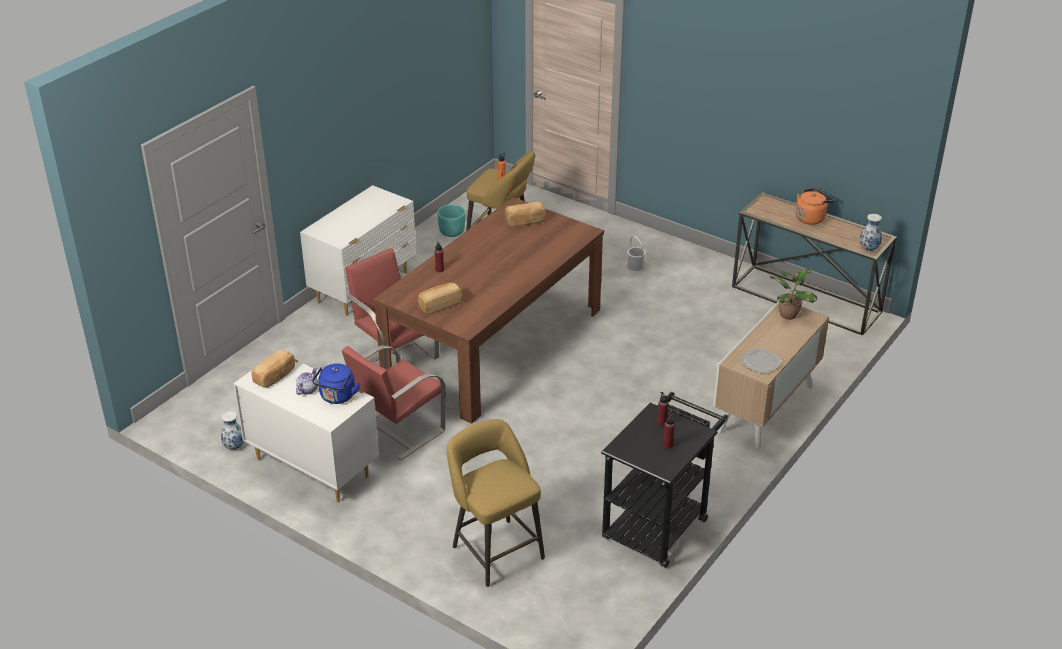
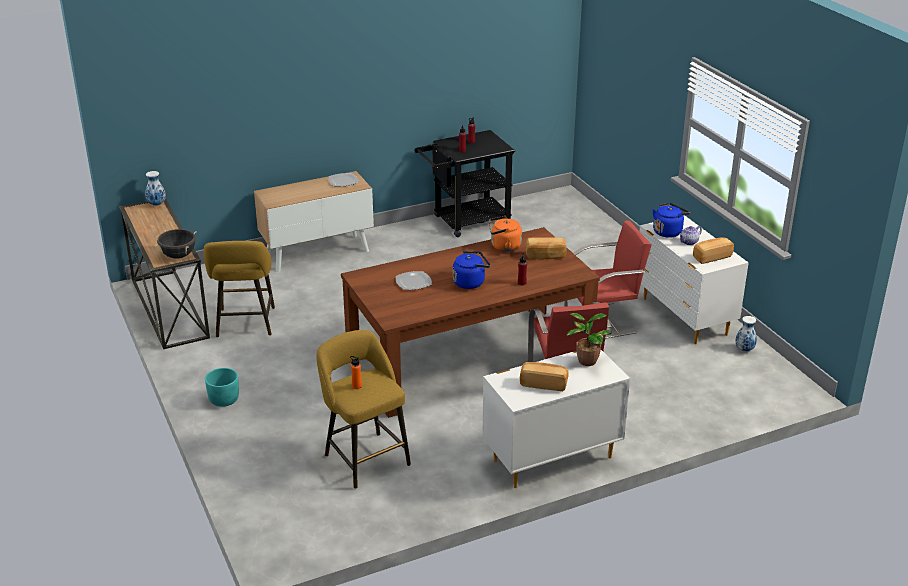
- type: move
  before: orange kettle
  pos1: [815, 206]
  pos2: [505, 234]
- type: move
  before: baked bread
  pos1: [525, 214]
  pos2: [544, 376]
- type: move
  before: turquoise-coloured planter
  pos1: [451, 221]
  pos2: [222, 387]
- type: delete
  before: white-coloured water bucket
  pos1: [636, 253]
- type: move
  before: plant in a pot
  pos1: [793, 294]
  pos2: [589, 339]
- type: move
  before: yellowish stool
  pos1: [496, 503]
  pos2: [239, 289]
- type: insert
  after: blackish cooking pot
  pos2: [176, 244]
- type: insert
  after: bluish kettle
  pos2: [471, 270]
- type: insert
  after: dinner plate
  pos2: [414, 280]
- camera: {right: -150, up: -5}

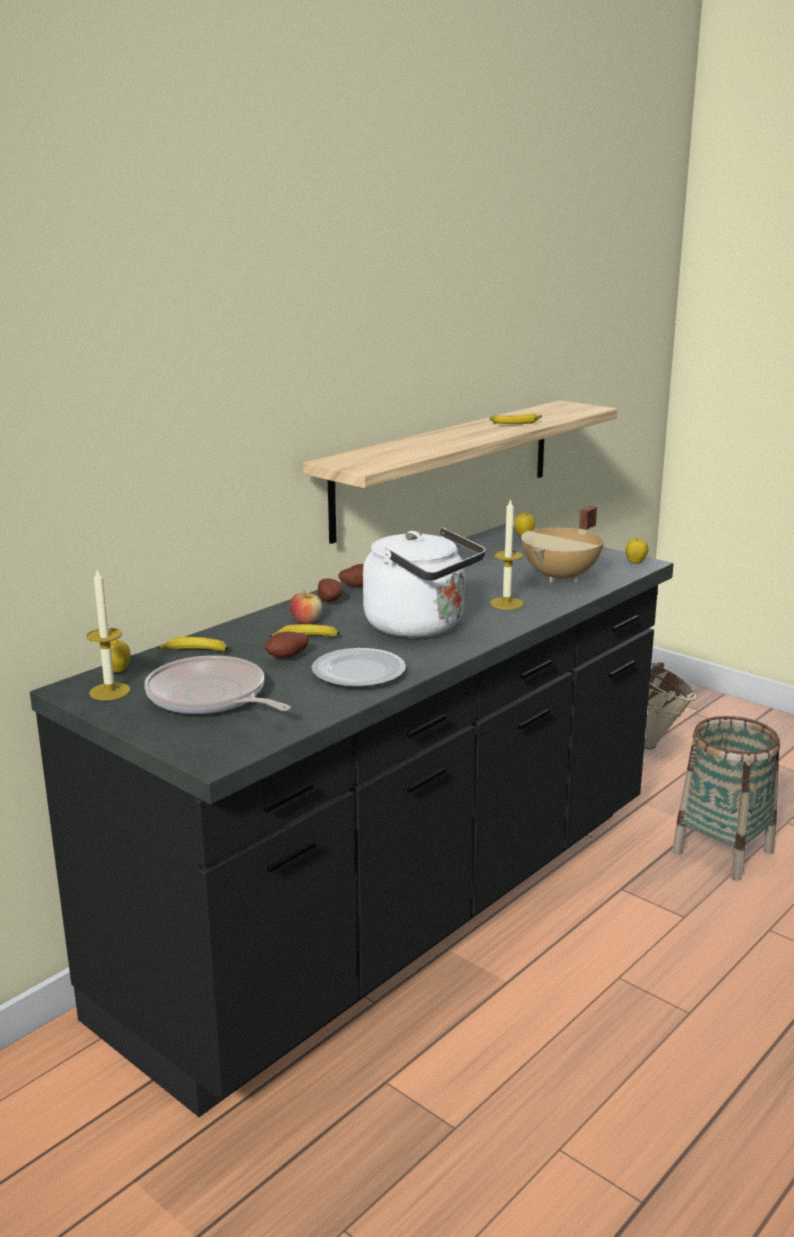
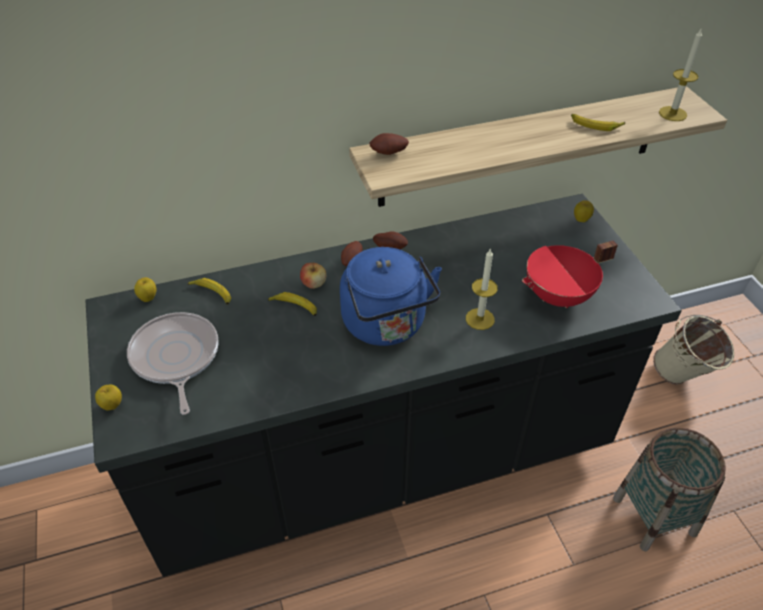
- type: recolor
  before: beige cooking pot
  after: red cooking pot
  pos1: [562, 544]
  pos2: [570, 274]
- type: recolor
  before: white-coloured kettle
  after: bluish kettle
  pos1: [424, 583]
  pos2: [391, 296]
- type: move
  before: apple fruit
  pos1: [636, 550]
  pos2: [108, 398]
- type: move
  before: wax candle
  pos1: [108, 634]
  pos2: [680, 74]
- type: move
  before: whole potato
  pos1: [287, 645]
  pos2: [389, 144]
- type: delete
  before: dinner plate
  pos1: [359, 667]
- camera: {right: 30, up: 25}

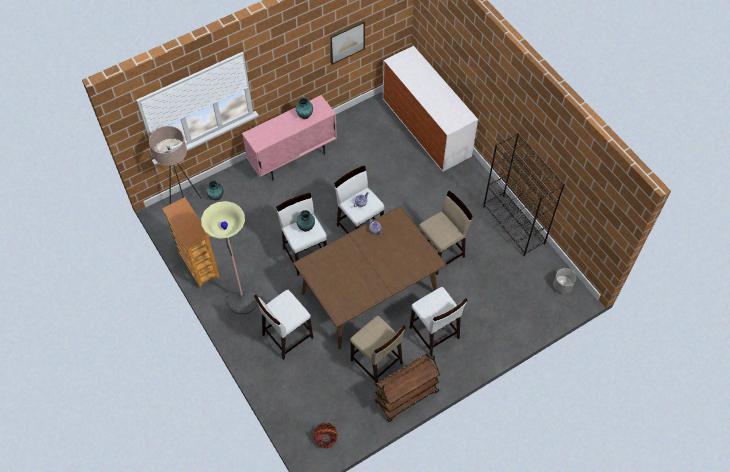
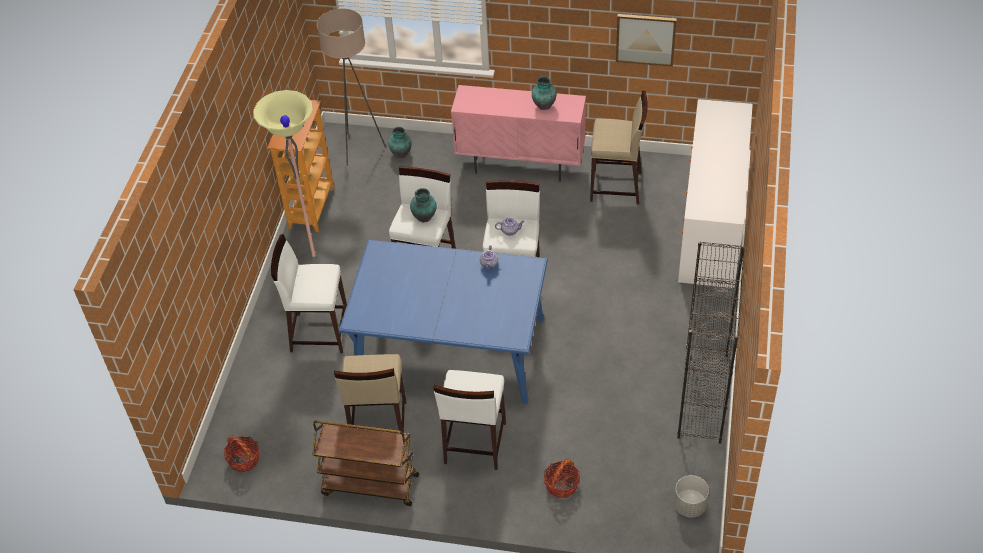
- type: move
  before: beige stool
  pos1: [446, 233]
  pos2: [619, 147]
- type: recolor
  before: brownish dinner table
  after: bluish dinner table
  pos1: [369, 277]
  pos2: [443, 322]
- type: insert
  after: basket
  pos2: [562, 478]
- camera: {right: 45, up: -10}

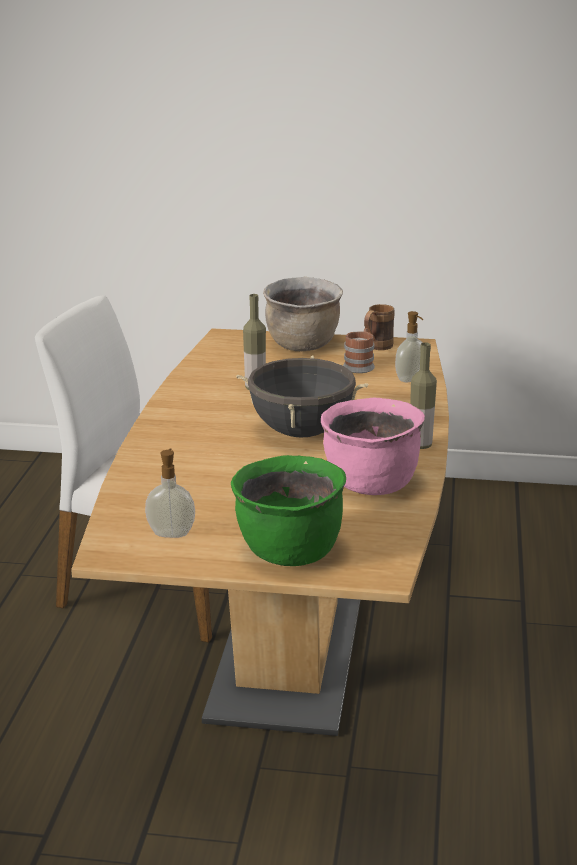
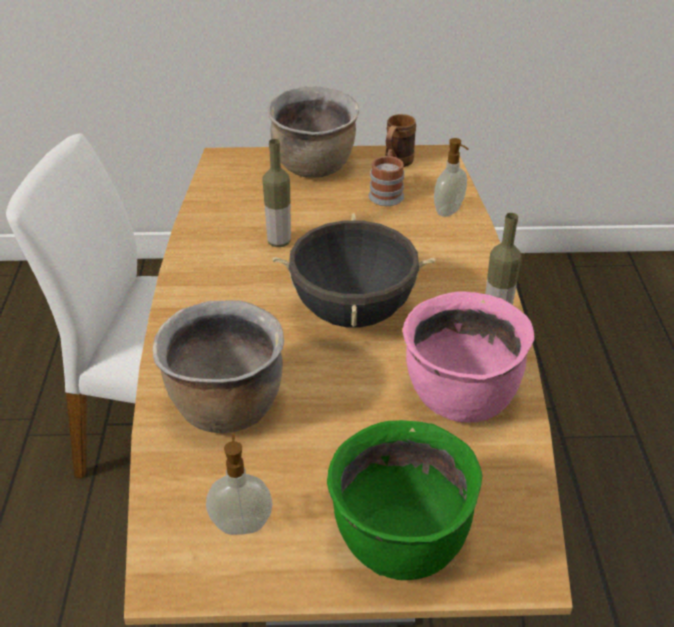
- type: insert
  after: brownish cooking pot
  pos2: [218, 366]
- camera: {right: -10, up: 15}

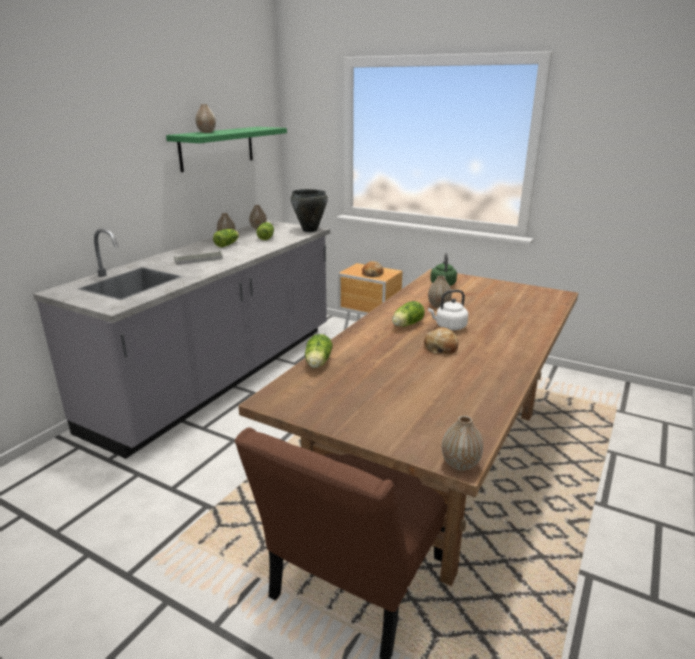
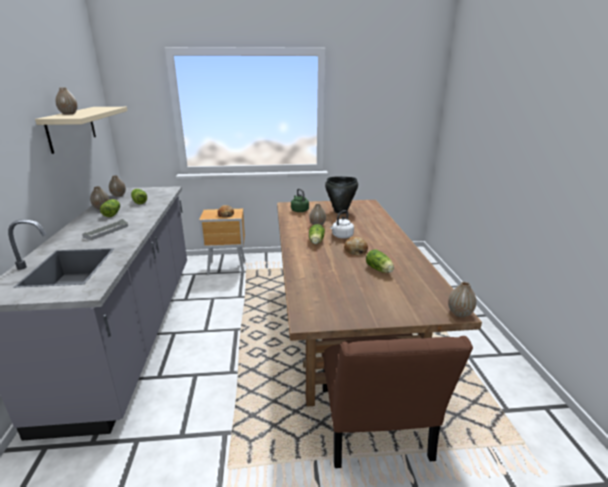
- type: recolor
  before: green shelf
  after: beige shelf
  pos1: [226, 149]
  pos2: [81, 130]
- type: move
  before: blackish cooking pot
  pos1: [309, 210]
  pos2: [341, 195]
- type: move
  before: lettuce head
  pos1: [318, 351]
  pos2: [380, 261]
- camera: {right: -35, up: 0}

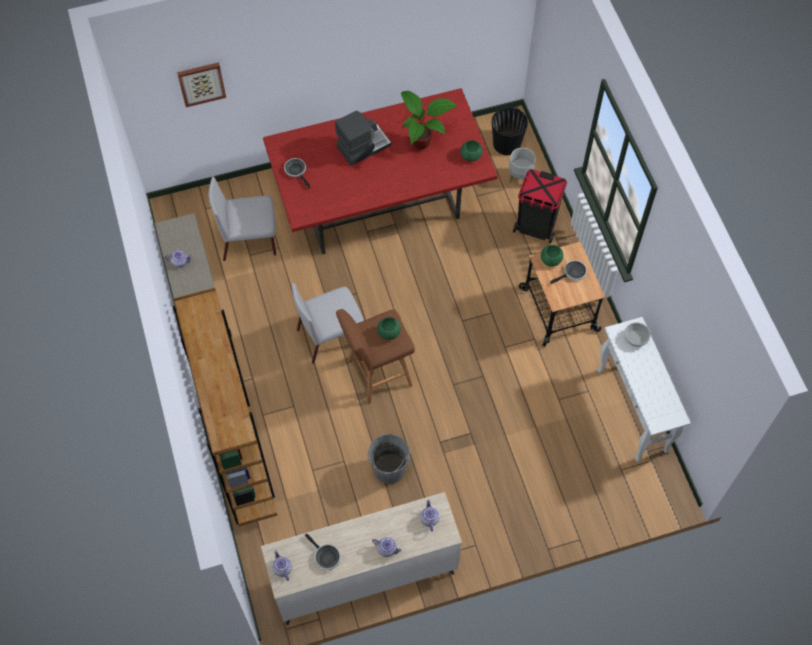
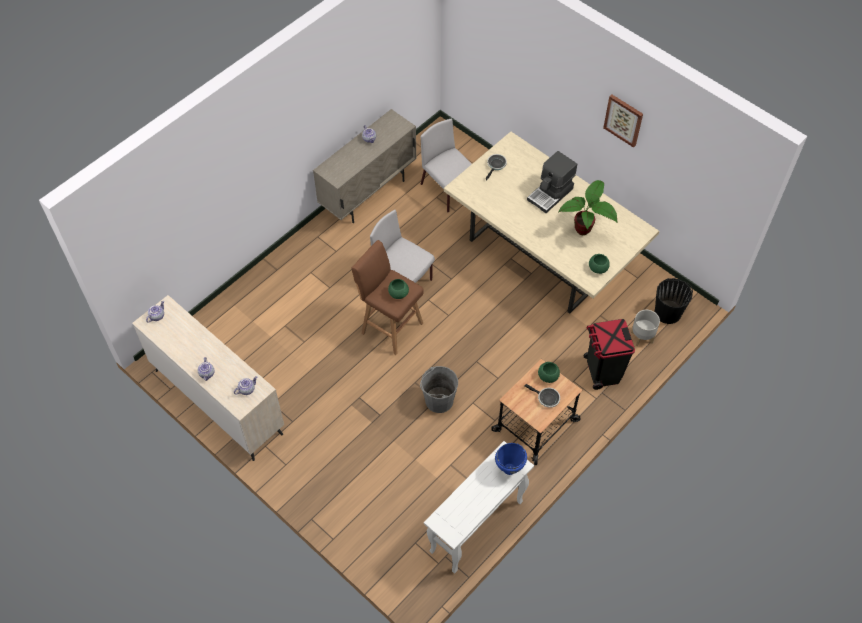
- type: move
  before: wall picture
  pos1: [201, 85]
  pos2: [623, 121]
- type: recolor
  before: red dinner table
  after: beige dinner table
  pos1: [380, 171]
  pos2: [551, 223]
- type: rotate
  before: coffee maker
  pos1: [363, 138]
  pos2: [552, 182]
  turn: 105
- type: delete
  before: brownish bookcase
  pos1: [224, 407]
- type: replace
  before: serving bowl
  after: bluish cooking pot
  pos1: [637, 334]
  pos2: [511, 459]
- type: move
  before: gray water bucket
  pos1: [389, 459]
  pos2: [439, 389]
- type: delete
  before: pan
  pos1: [323, 551]
- camera: {right: 60, up: -5}

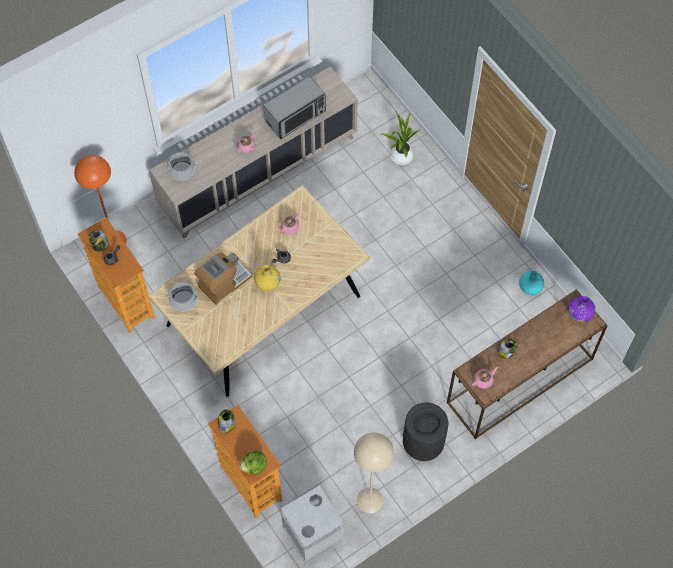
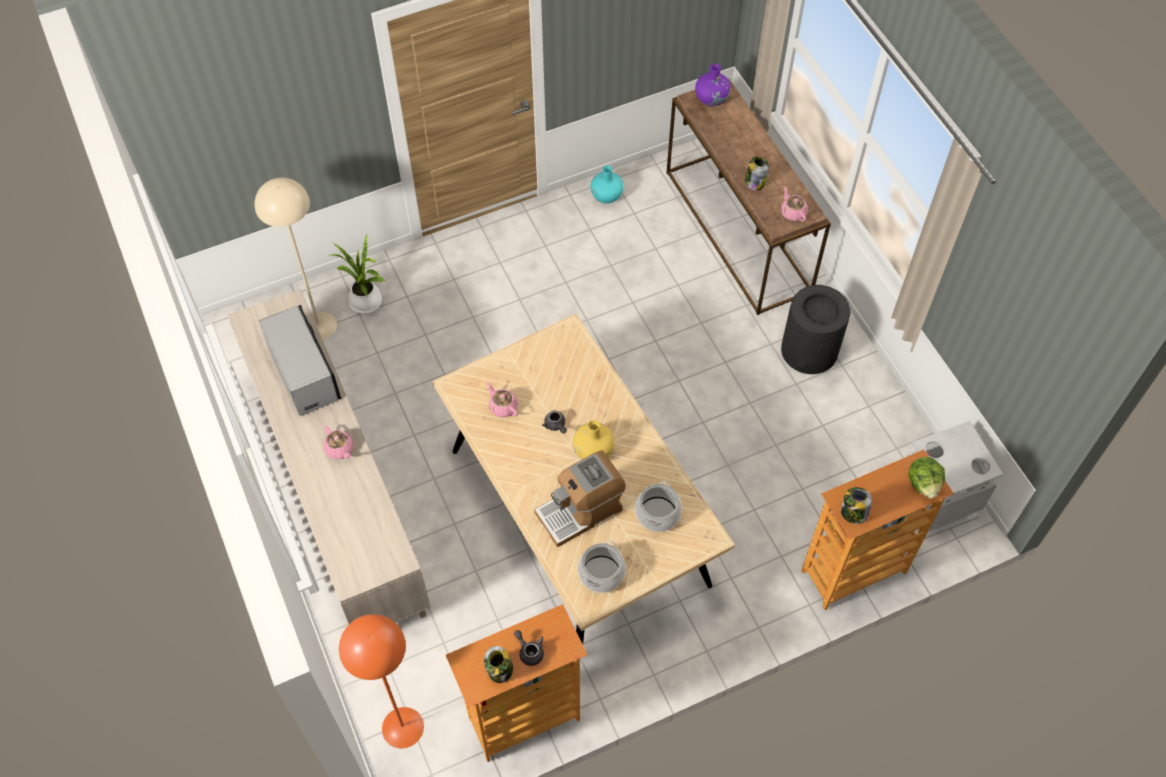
- type: move
  before: cooking pot
  pos1: [180, 166]
  pos2: [658, 506]
- type: rotate
  before: coffee maker
  pos1: [223, 278]
  pos2: [580, 498]
  turn: -90
- type: move
  before: beige floor lamp
  pos1: [374, 472]
  pos2: [296, 259]
- camera: {right: -80, up: -5}

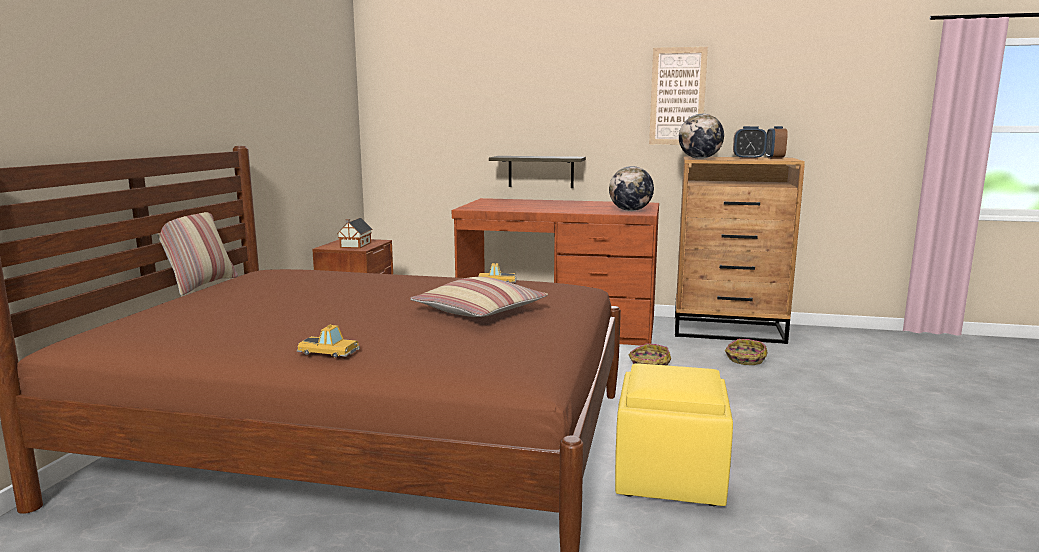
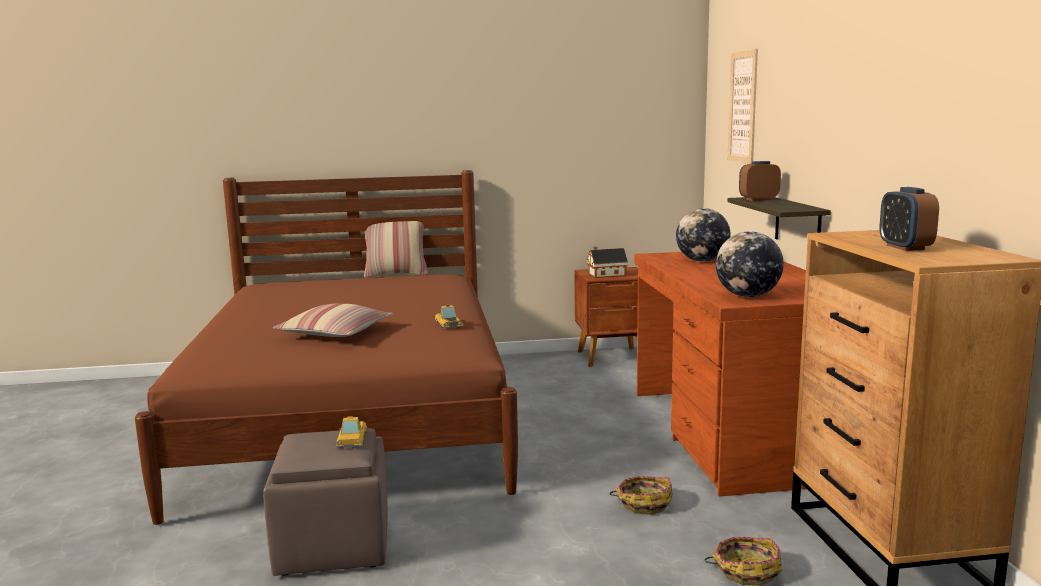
- type: move
  before: wall picture
  pos1: [678, 96]
  pos2: [742, 106]
- type: move
  before: desk globe
  pos1: [701, 136]
  pos2: [703, 235]
- type: move
  before: bedside clock
  pos1: [776, 142]
  pos2: [760, 181]
- type: move
  before: miniature car
  pos1: [328, 341]
  pos2: [351, 431]
- type: recolor
  before: yellowish footrest
  after: brownish footrest
  pos1: [674, 434]
  pos2: [325, 502]
- camera: {right: 70, up: 0}

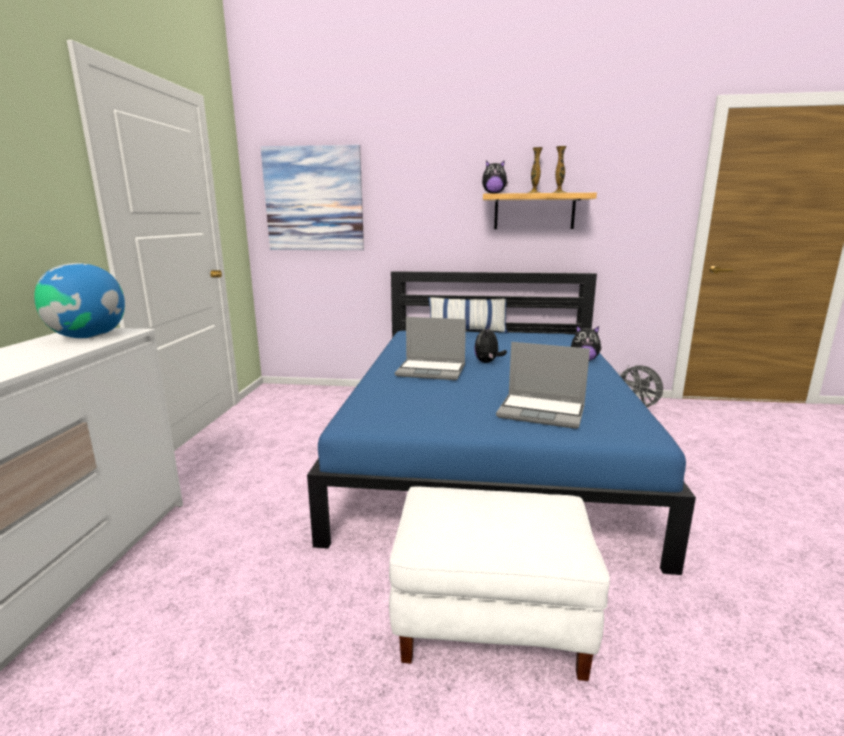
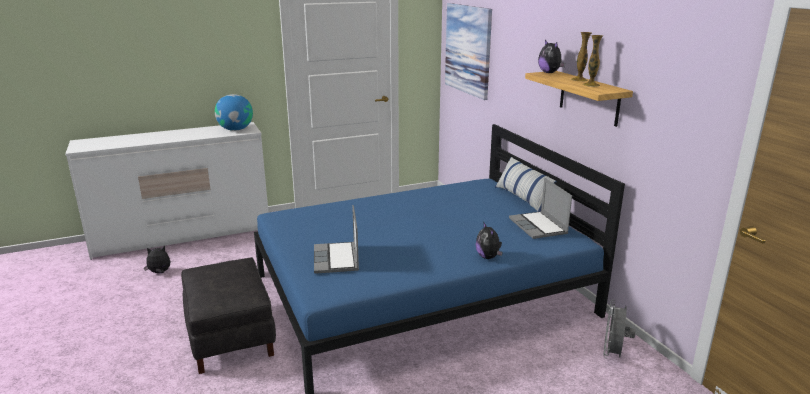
- type: move
  before: notebook computer
  pos1: [430, 348]
  pos2: [540, 208]
- type: move
  before: plush toy
  pos1: [490, 344]
  pos2: [157, 259]
- type: recolor
  before: white-coloured footrest
  after: blackish footrest
  pos1: [499, 583]
  pos2: [228, 315]
- camera: {right: 60, up: 5}

